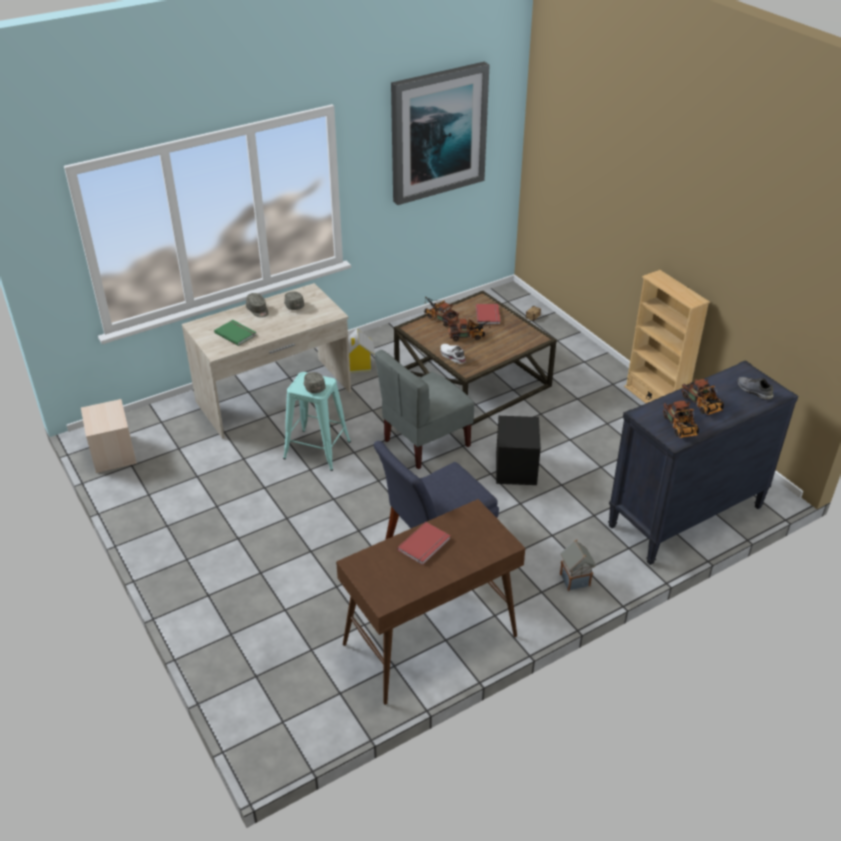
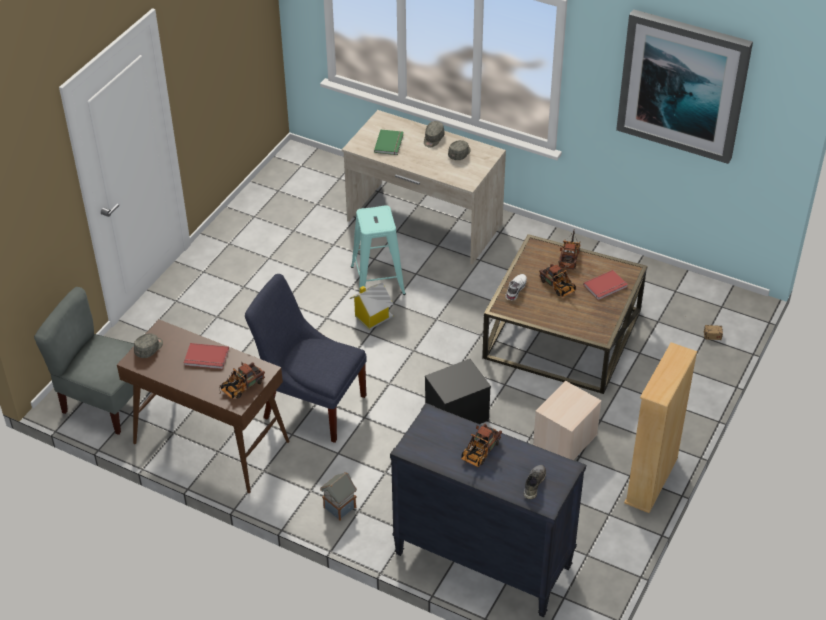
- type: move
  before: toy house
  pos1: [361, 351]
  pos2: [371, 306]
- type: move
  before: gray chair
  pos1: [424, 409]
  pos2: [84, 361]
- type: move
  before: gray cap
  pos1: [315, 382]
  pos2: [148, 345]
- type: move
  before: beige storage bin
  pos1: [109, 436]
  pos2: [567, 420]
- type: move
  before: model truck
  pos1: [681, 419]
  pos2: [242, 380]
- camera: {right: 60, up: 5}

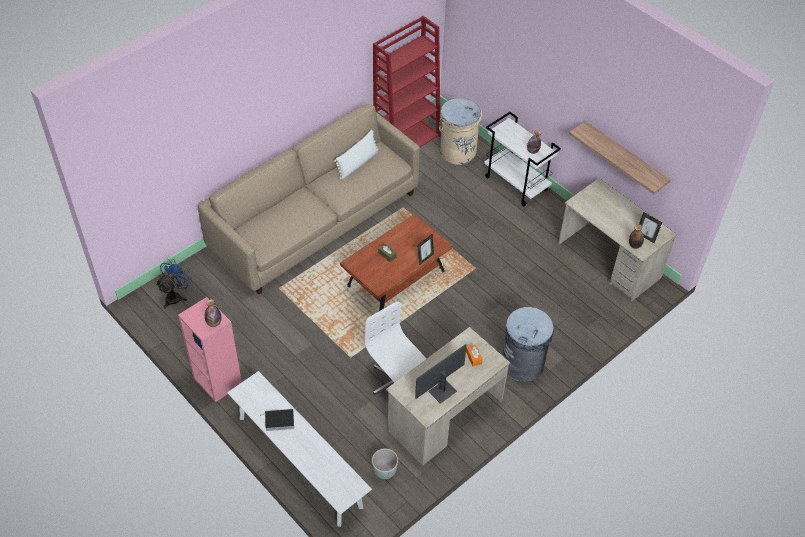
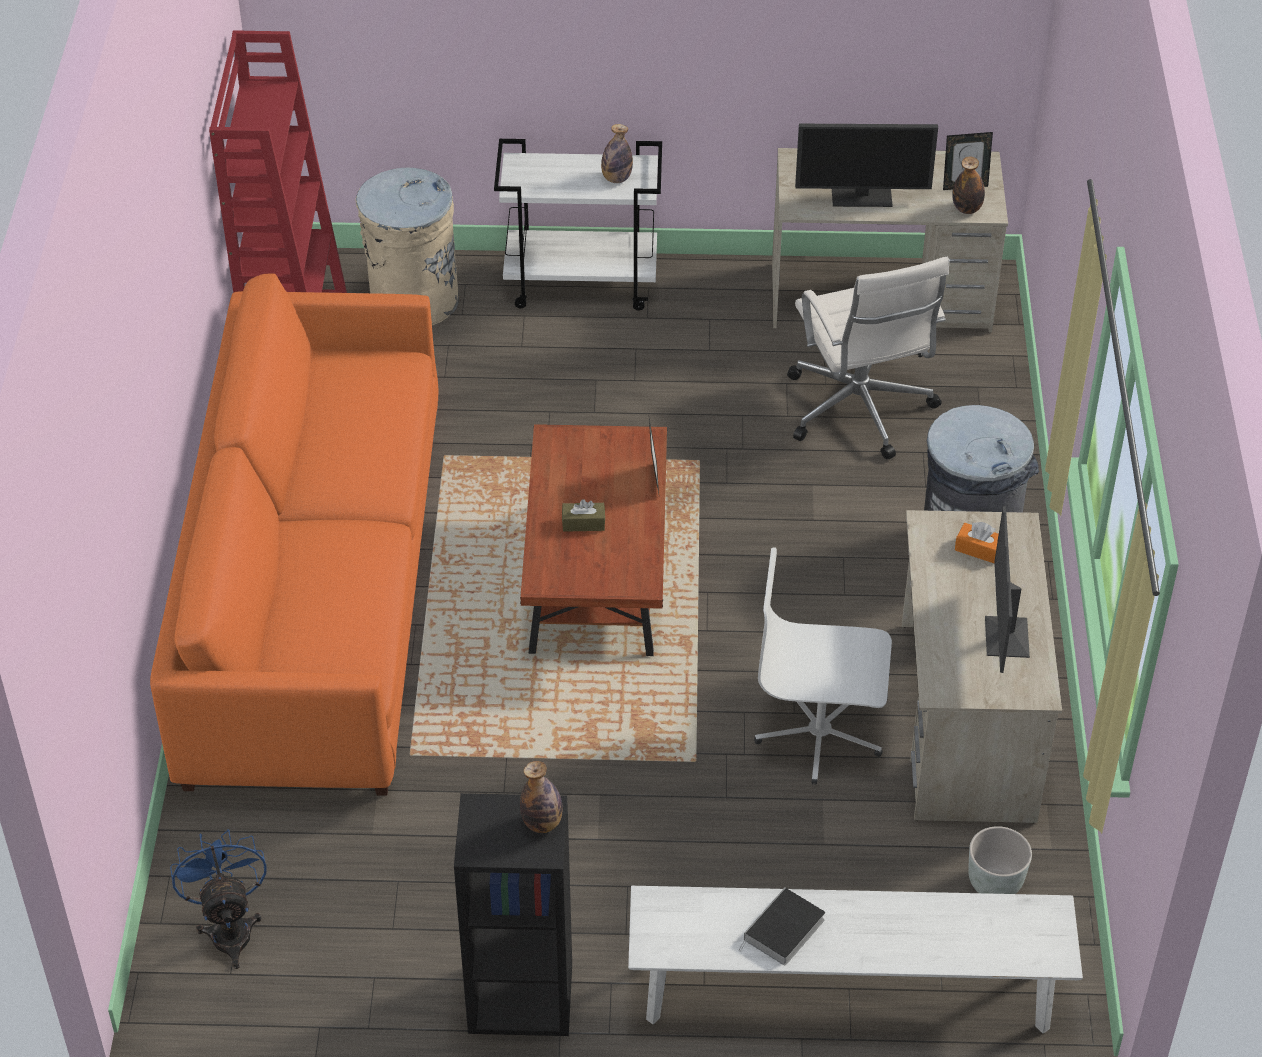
- type: recolor
  before: beige sofa
  after: orange sofa
  pos1: [309, 199]
  pos2: [294, 535]
- type: delete
  before: shelf
  pos1: [619, 157]
- type: delete
  before: white-coloured cushion
  pos1: [356, 154]
- type: recolor
  before: pink bookcase
  after: blackish bookcase
  pos1: [210, 349]
  pos2: [513, 914]
- type: insert
  after: computer screen
  pos2: [866, 165]
- type: insert
  after: white-coloured desk chair
  pos2: [868, 358]
- camera: {right: -45, up: -5}

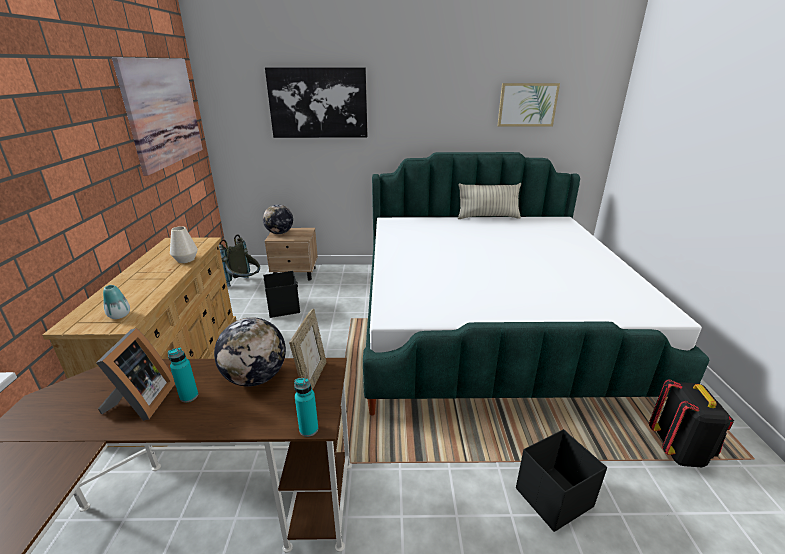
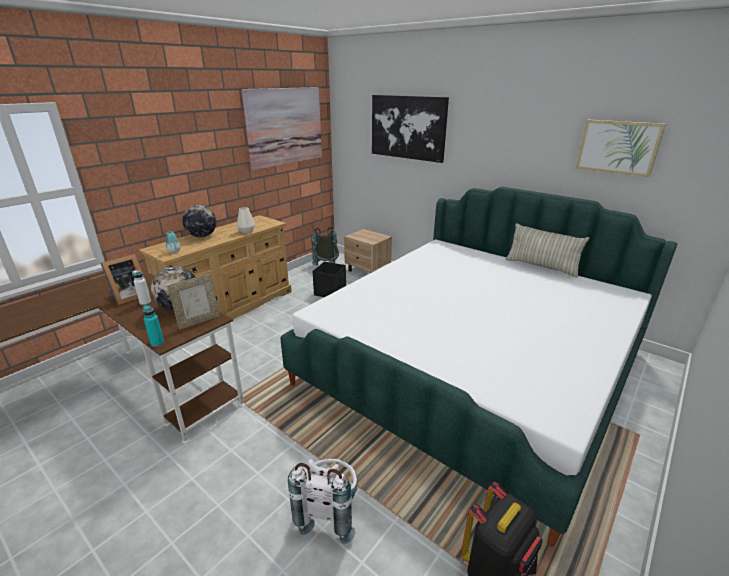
- type: move
  before: desk globe
  pos1: [278, 219]
  pos2: [199, 221]
- type: recolor
  before: turquoise-coloured drink bottle
  after: white-coloured drink bottle
  pos1: [183, 374]
  pos2: [141, 288]
- type: replace
  before: blackish storage bin
  after: white-coloured knapsack
  pos1: [561, 480]
  pos2: [323, 501]
- camera: {right: 40, up: 0}

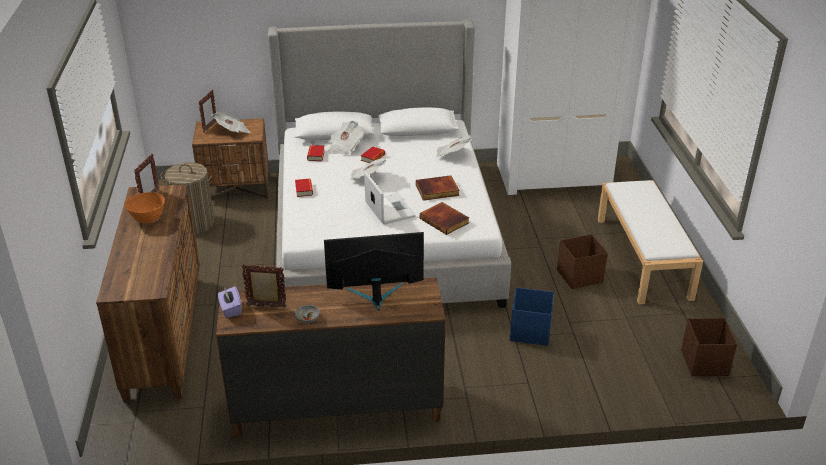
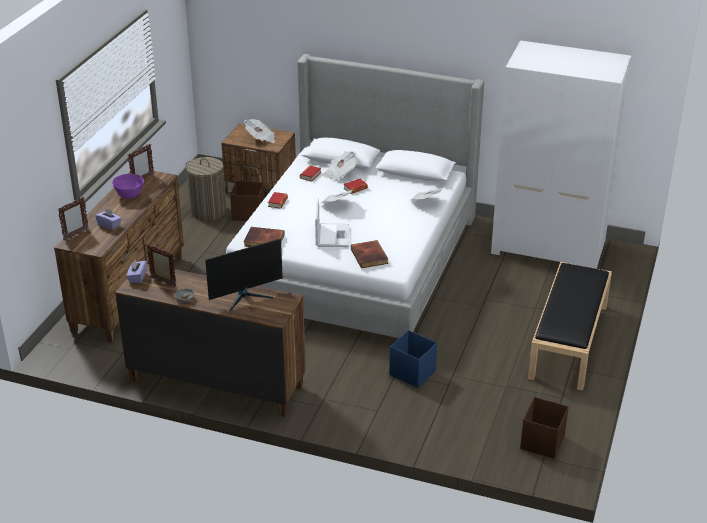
- type: move
  before: standing frame
  pos1: [208, 111]
  pos2: [73, 218]
- type: move
  before: volume
  pos1: [438, 188]
  pos2: [264, 237]
- type: recolor
  before: white-coloured indoor bench
  after: blackish indoor bench
  pos1: [650, 242]
  pos2: [570, 326]
- type: recolor
  before: orange serving bowl
  after: purplish serving bowl
  pos1: [145, 208]
  pos2: [128, 186]
- type: rotate
  before: computer screen
  pos1: [374, 271]
  pos2: [244, 274]
  turn: 135
- type: move
  before: brownish storage bin
  pos1: [582, 261]
  pos2: [247, 201]
- type: insert
  after: purplish tissue box
  pos2: [108, 219]
- camera: {right: 25, up: 0}

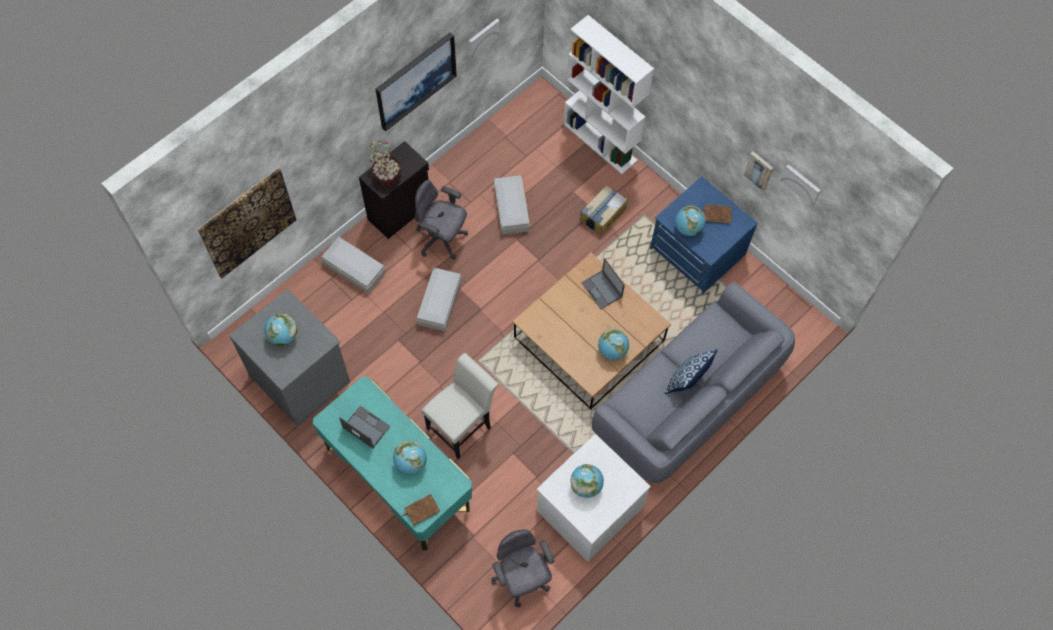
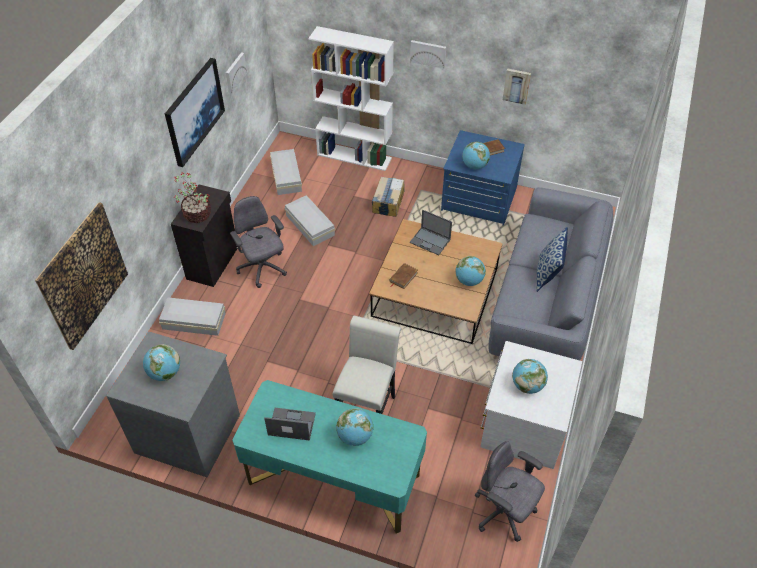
- type: move
  before: wall picture
  pos1: [801, 185]
  pos2: [428, 54]
- type: rotate
  before: gray desk chair
  pos1: [441, 219]
  pos2: [258, 242]
  turn: 60
- type: move
  before: white-coloured storage bin
  pos1: [439, 299]
  pos2: [286, 172]
- type: move
  before: brownish volume
  pos1: [421, 510]
  pos2: [403, 276]
- camera: {right: -25, up: -15}

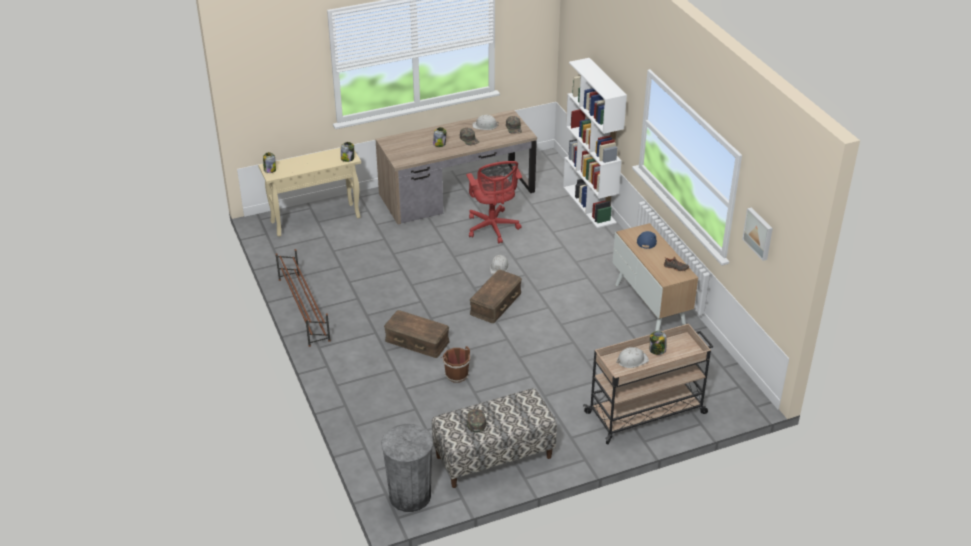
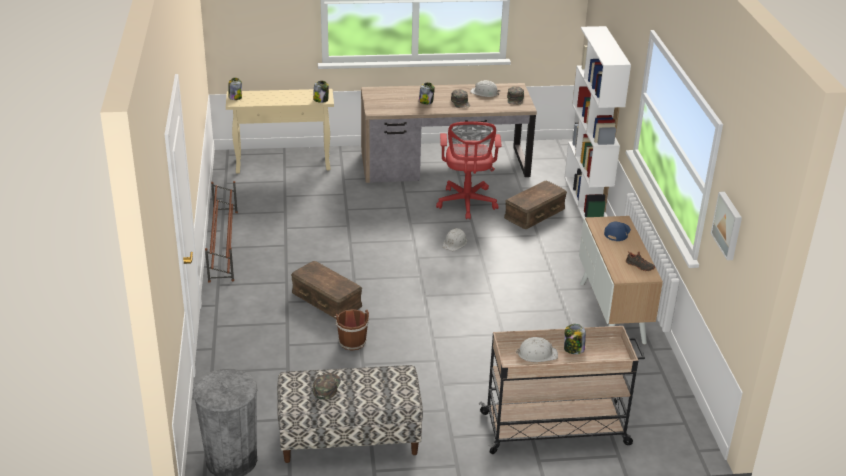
- type: move
  before: brownish storage bin
  pos1: [496, 296]
  pos2: [535, 205]
- camera: {right: 15, up: -5}

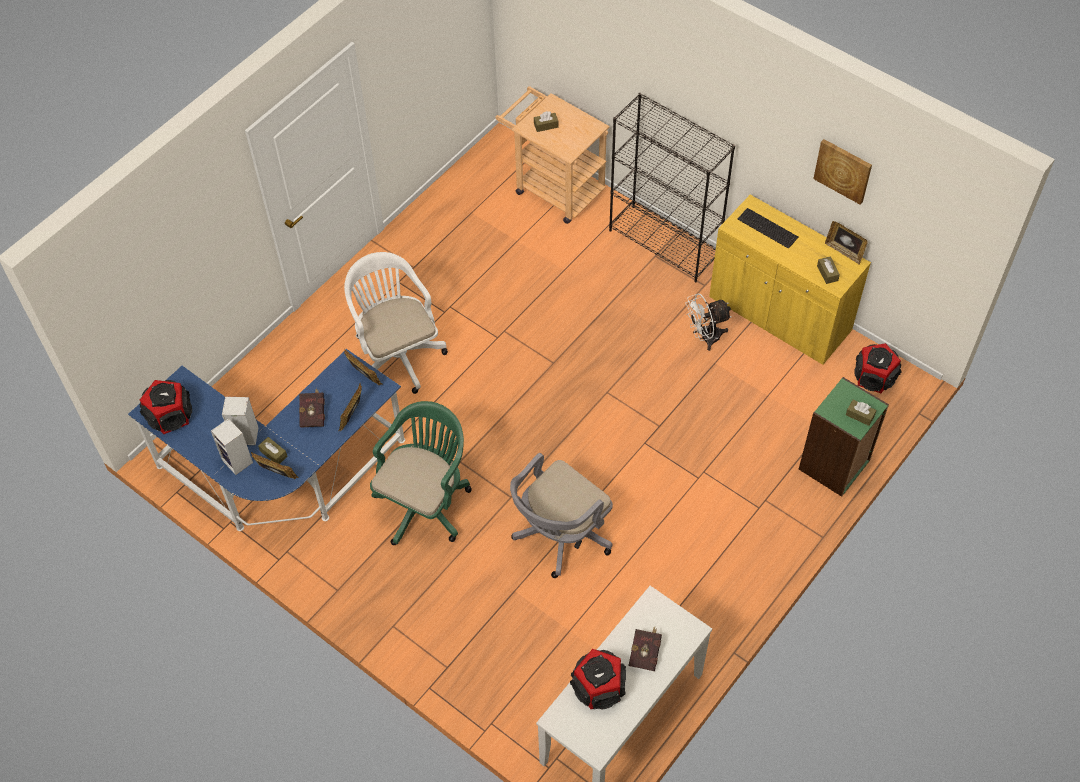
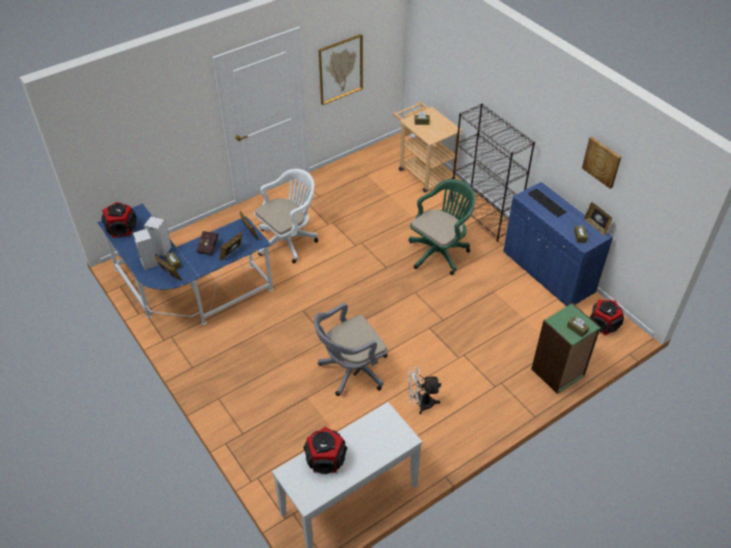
- type: recolor
  before: yellowish cupboard
  after: bluish cupboard
  pos1: [790, 280]
  pos2: [558, 244]
- type: rotate
  before: white-coloured desk chair
  pos1: [396, 323]
  pos2: [286, 216]
  turn: 60
- type: move
  before: white-coloured fan
  pos1: [708, 322]
  pos2: [424, 390]
- type: move
  before: green desk chair
  pos1: [421, 473]
  pos2: [441, 227]
- type: delete
  before: red volume
  pos1: [645, 649]
- type: insert
  after: wall picture
  pos2: [341, 69]
- camera: {right: 15, up: -10}

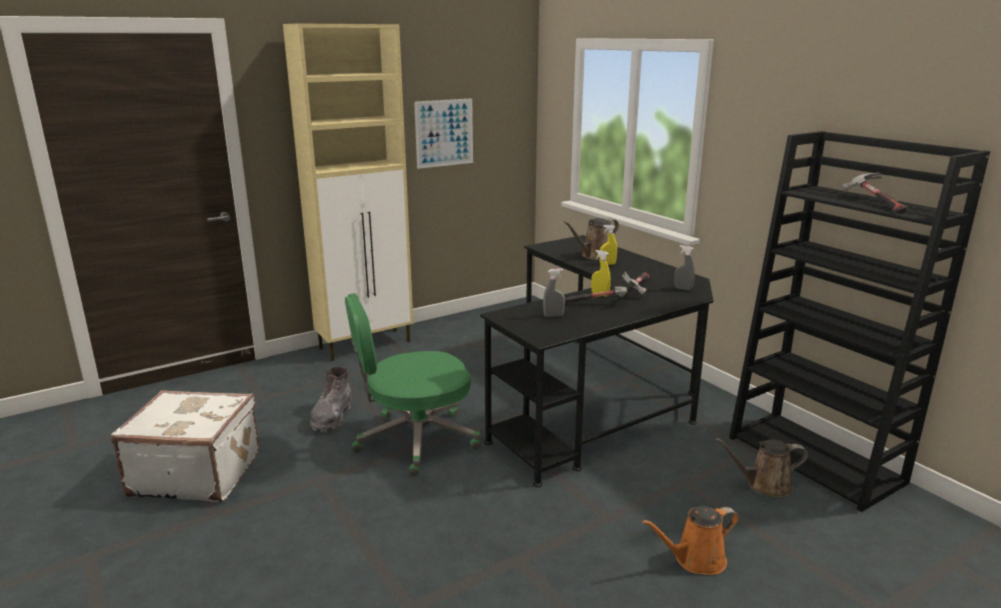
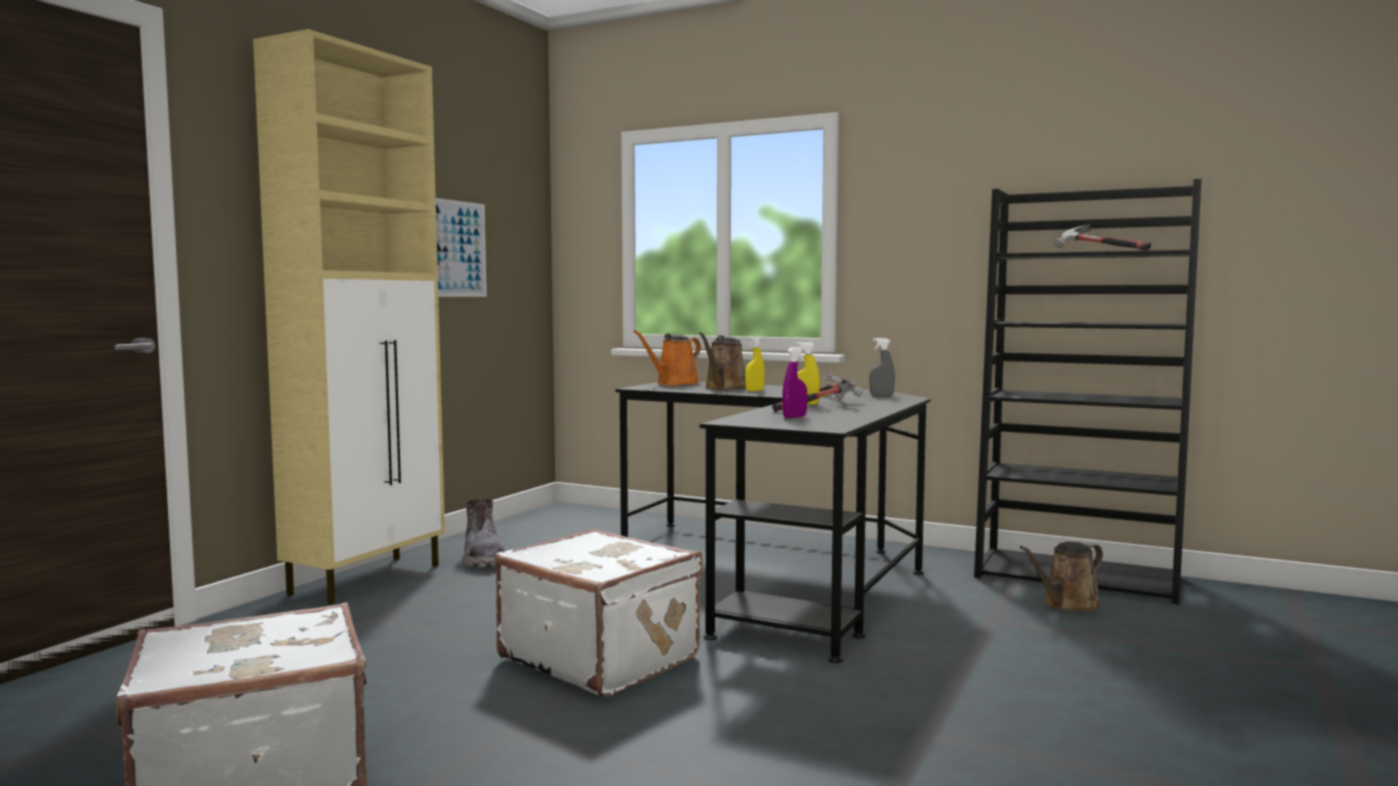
- type: recolor
  before: gray hand sprayer
  after: purplish hand sprayer
  pos1: [554, 292]
  pos2: [794, 382]
- type: replace
  before: green desk chair
  after: white-coloured travel case
  pos1: [413, 385]
  pos2: [599, 613]
- type: move
  before: gray tall boot
  pos1: [331, 399]
  pos2: [484, 533]
- type: move
  before: orange sprinkling can
  pos1: [690, 540]
  pos2: [667, 357]
- camera: {right: -30, up: -15}

